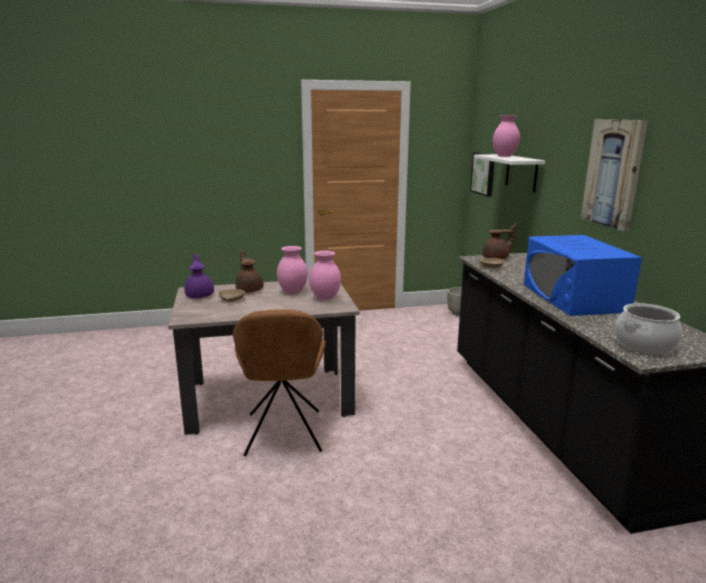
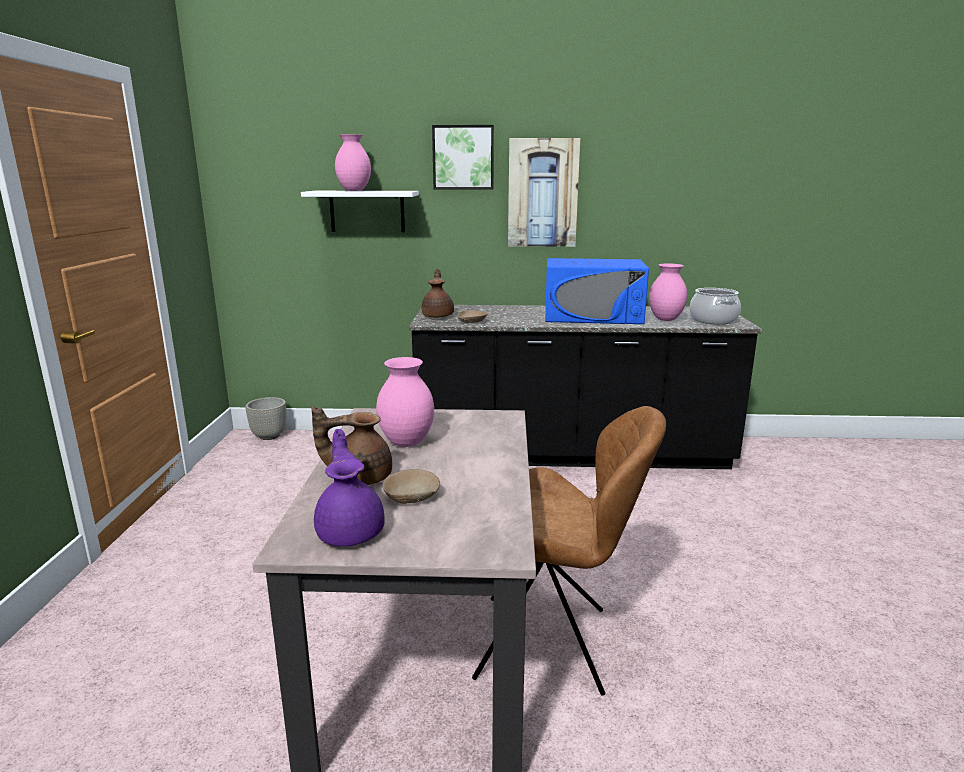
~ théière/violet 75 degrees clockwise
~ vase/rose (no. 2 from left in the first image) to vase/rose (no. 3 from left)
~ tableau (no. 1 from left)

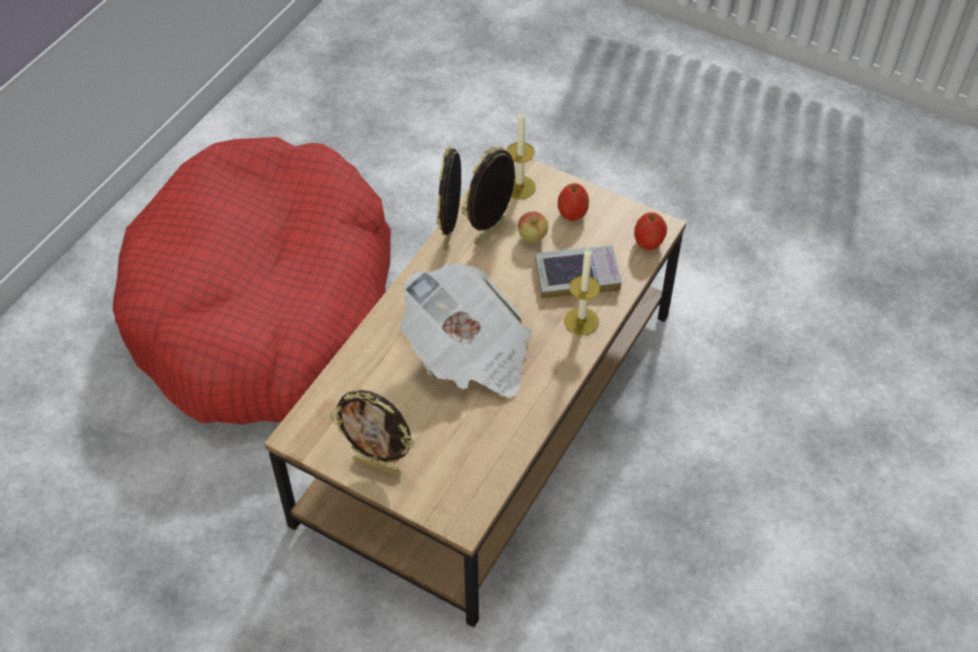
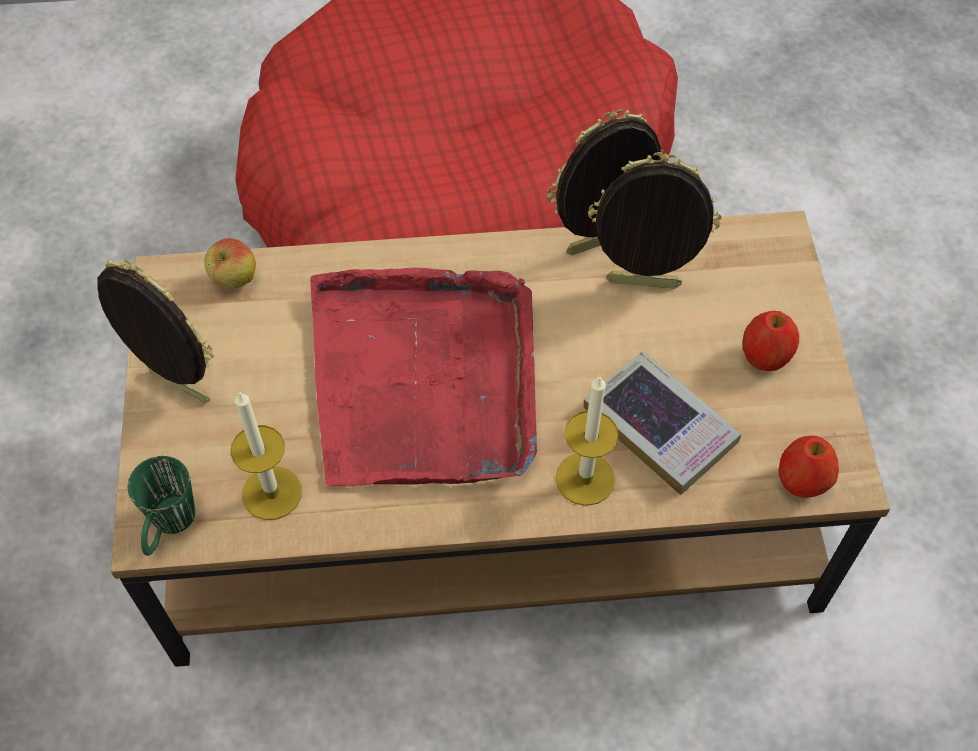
~ cadre photo (no. 1 from left) 135 degrees clockwise
~ journal to plateau/rouge
~ bougie (no. 1 from left)
~ pomme (no. 1 from left)
+ mug/vert

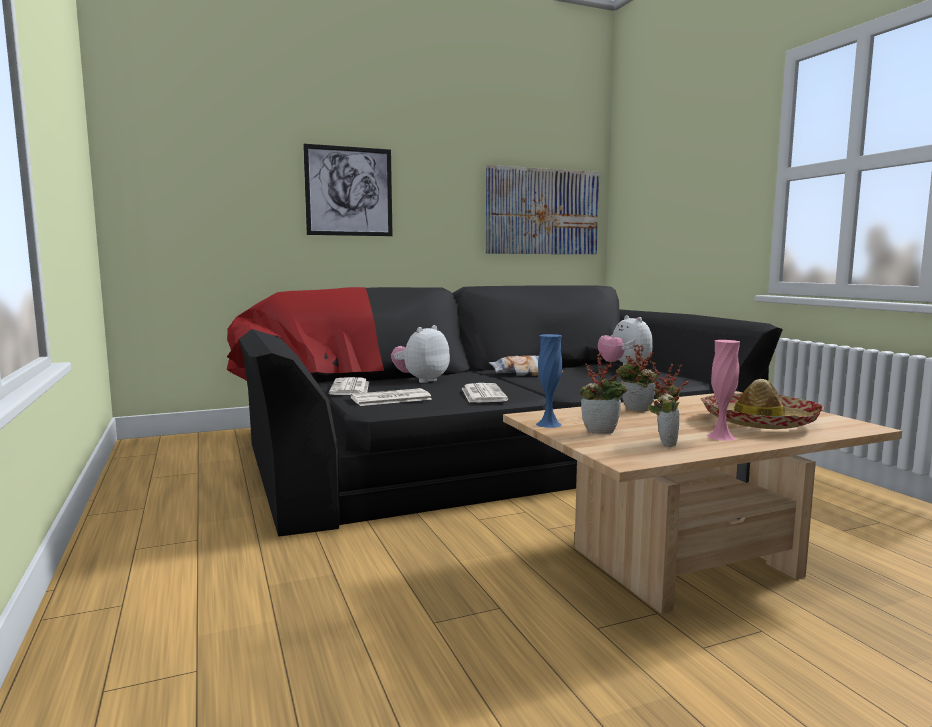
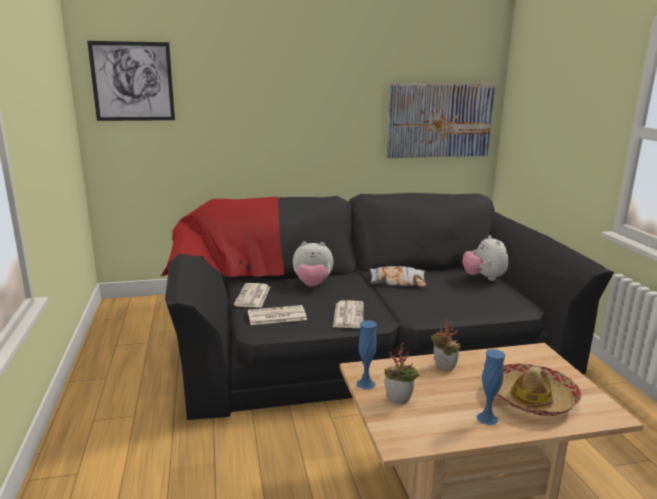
~ tableau (no. 1 from left)
~ peluche (no. 1 from left) 135 degrees counterclockwise
- plante en pot (no. 3 from left)
~ vase/rose to vase/bleu (no. 2 from left)

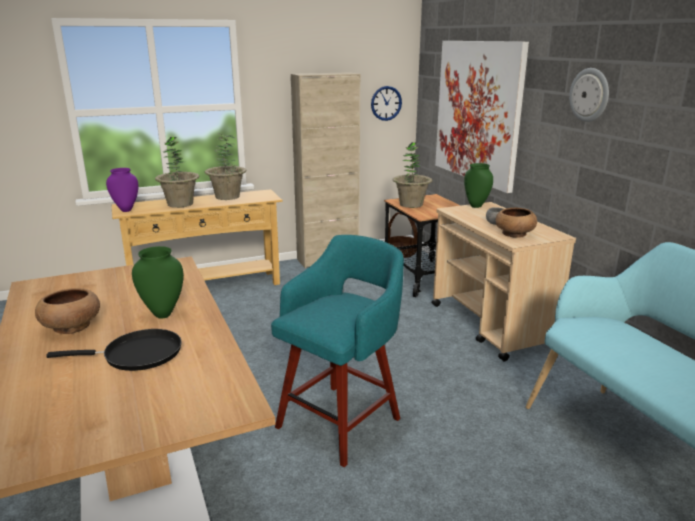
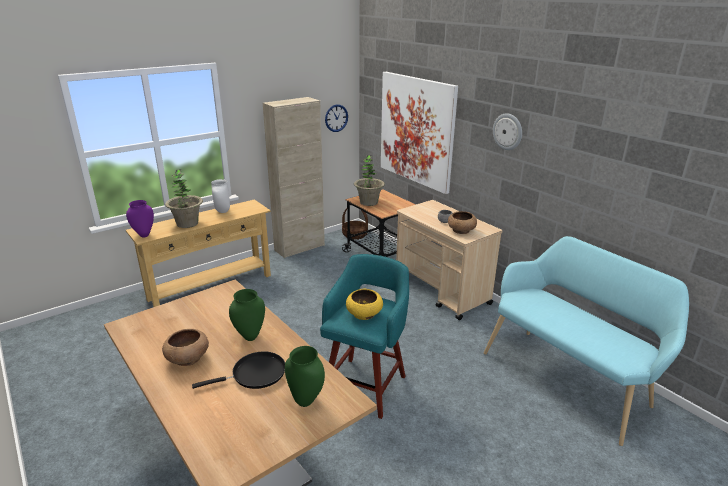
~ plante en pot (no. 2 from left) to vase/blanc
~ vase/vert (no. 2 from left)
+ bol/jaune

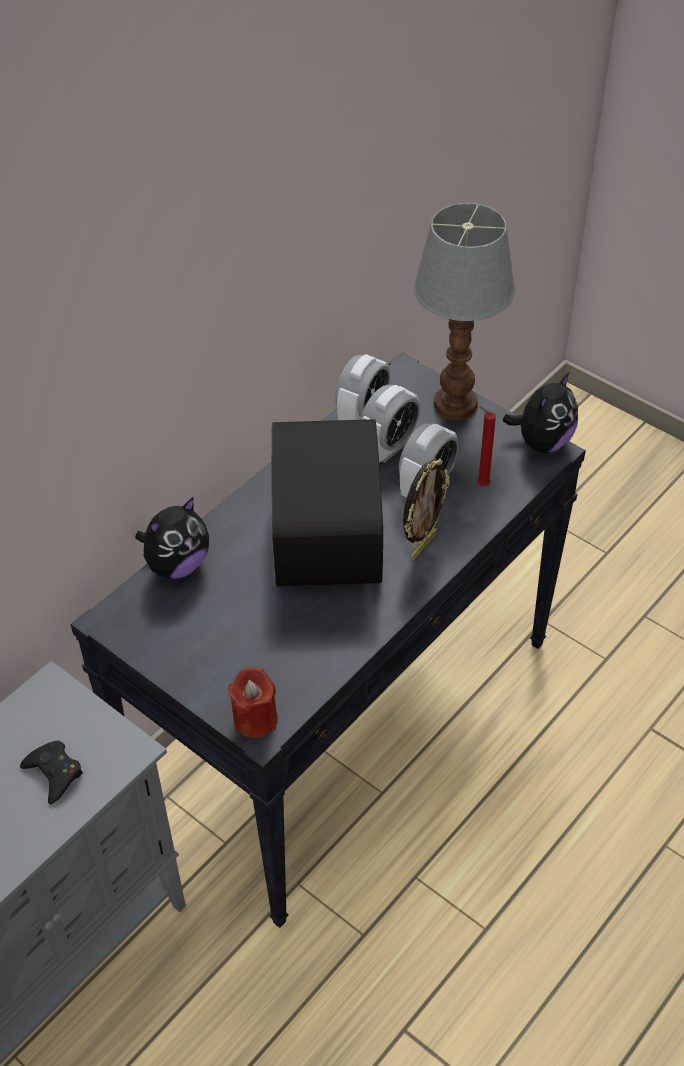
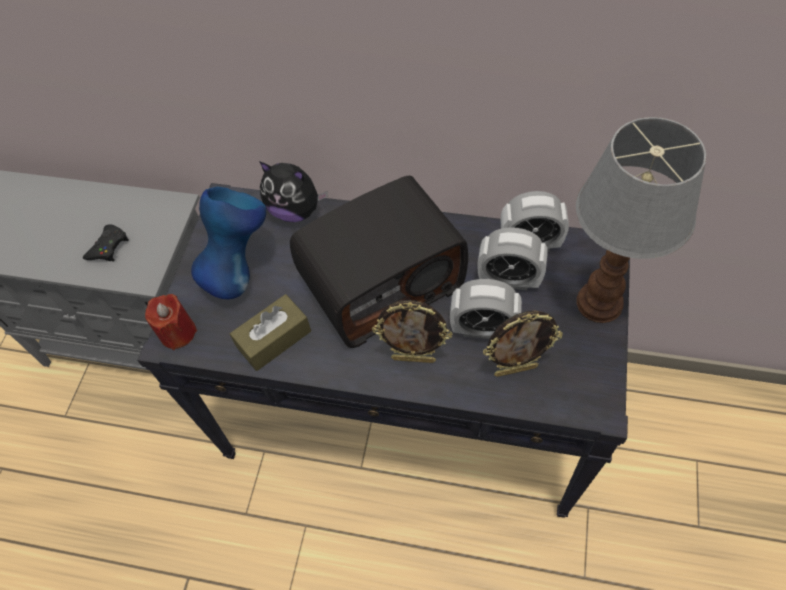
~ bougie/rouge (no. 2 from left) to cadre photo (no. 2 from left)
- peluche (no. 2 from left)
+ vase/bleu
+ boîte à mouchoirs/marron

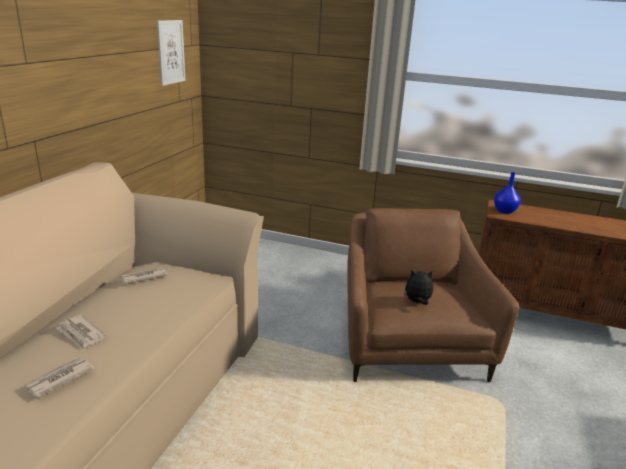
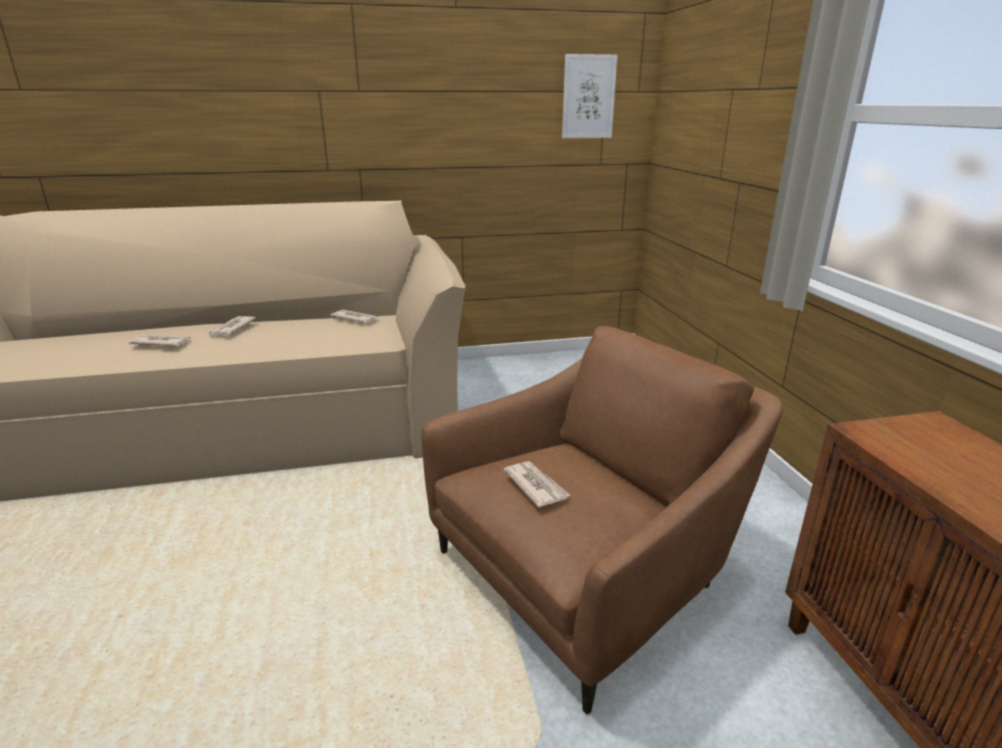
~ peluche to journal (no. 4 from left)
- vase/bleu

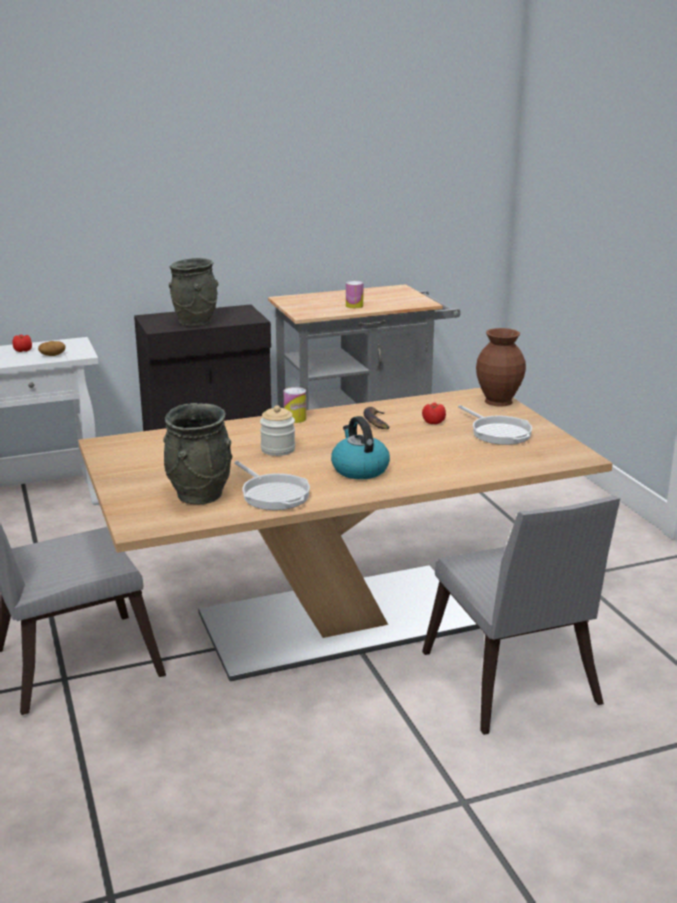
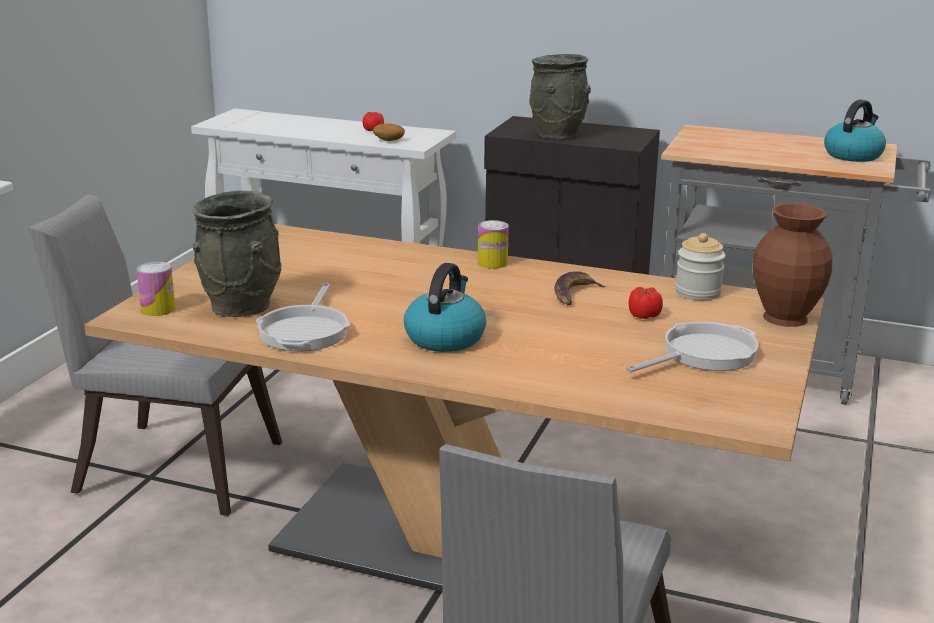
~ bocal
~ boîte métallique (no. 2 from left in the first image) to boîte métallique (no. 1 from left)
~ poêle (no. 2 from left) 135 degrees counterclockwise
+ bouilloire (no. 2 from left)

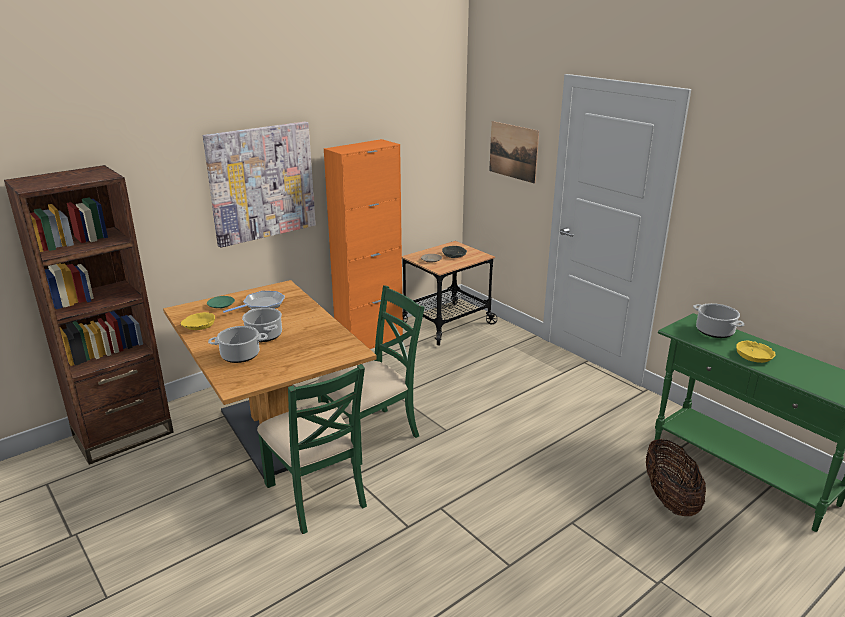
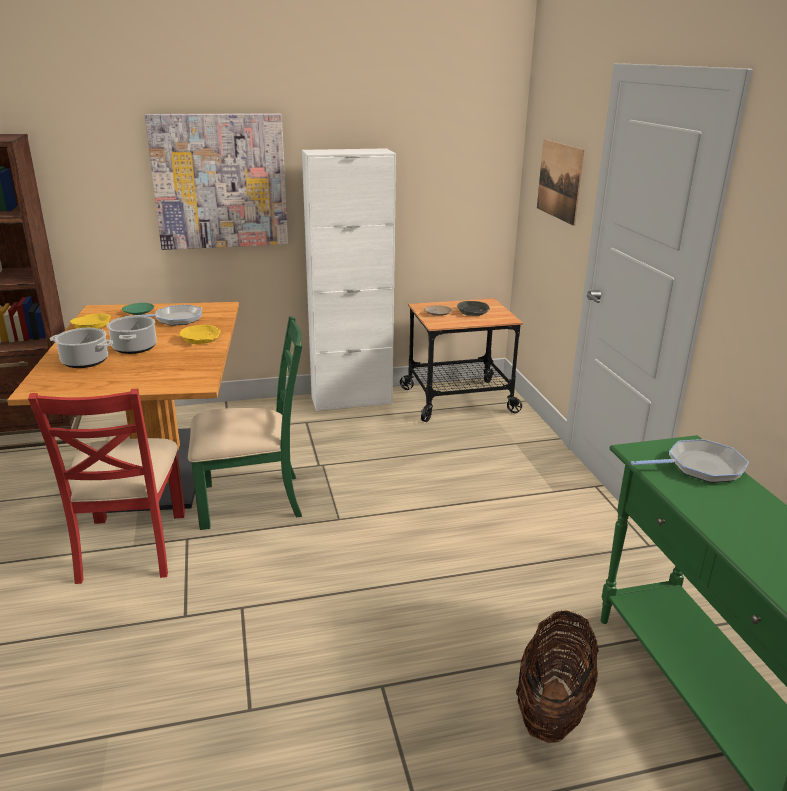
~ chaise/vert (no. 1 from left) to chaise/rouge
~ meuble de rangement/orange to meuble de rangement/blanc
~ marmite (no. 3 from left) to poêle (no. 2 from left)
~ bol/jaune (no. 2 from left)

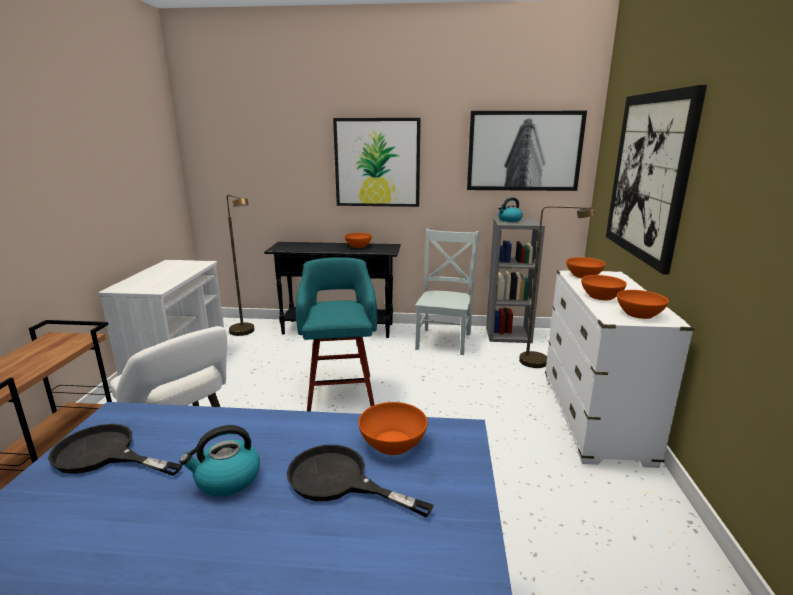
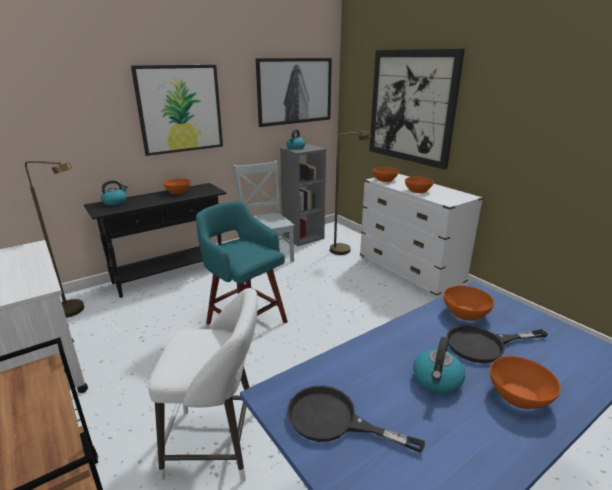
~ poêle/noir (no. 1 from left) 45 degrees clockwise
~ bol/orange (no. 5 from left)
+ bouilloire (no. 1 from left)

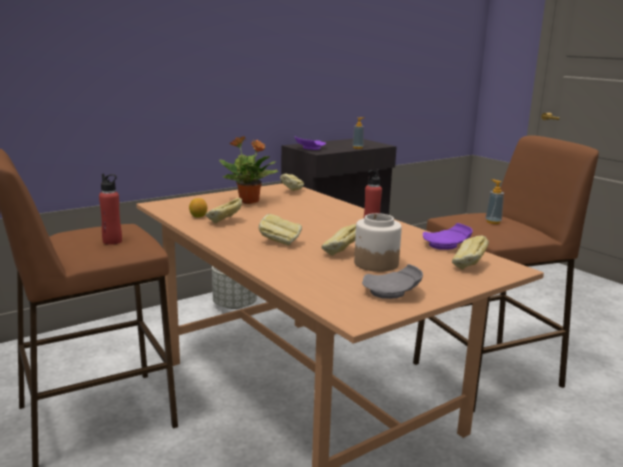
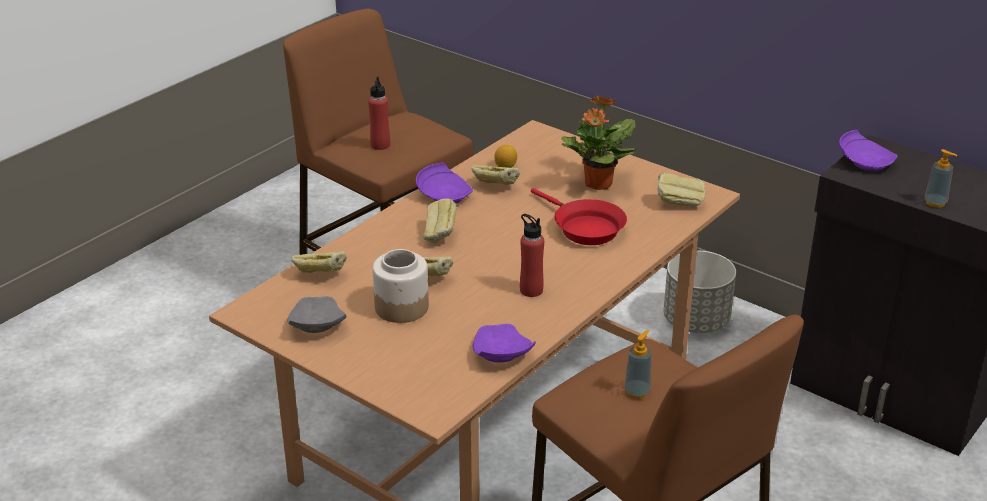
~ pain (no. 5 from left in the first image) to pain (no. 1 from left)
+ assiette/violet (no. 1 from left)
+ poêle/rouge

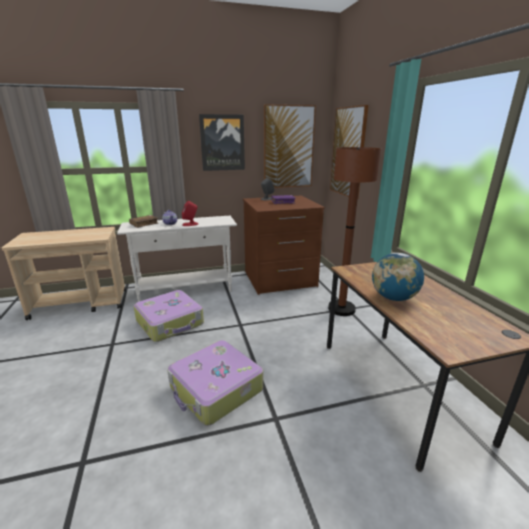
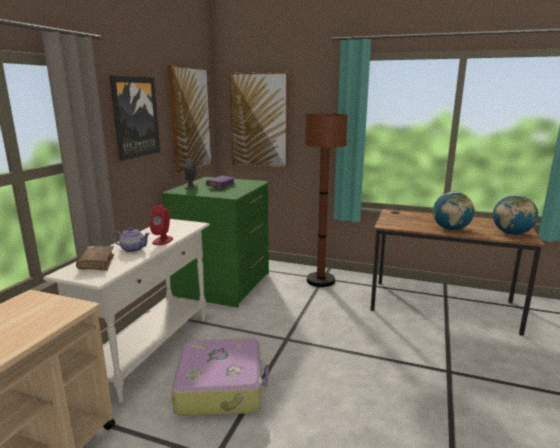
- valise (no. 2 from left)
~ commode/marron to commode/vert
+ globe (no. 2 from left)

